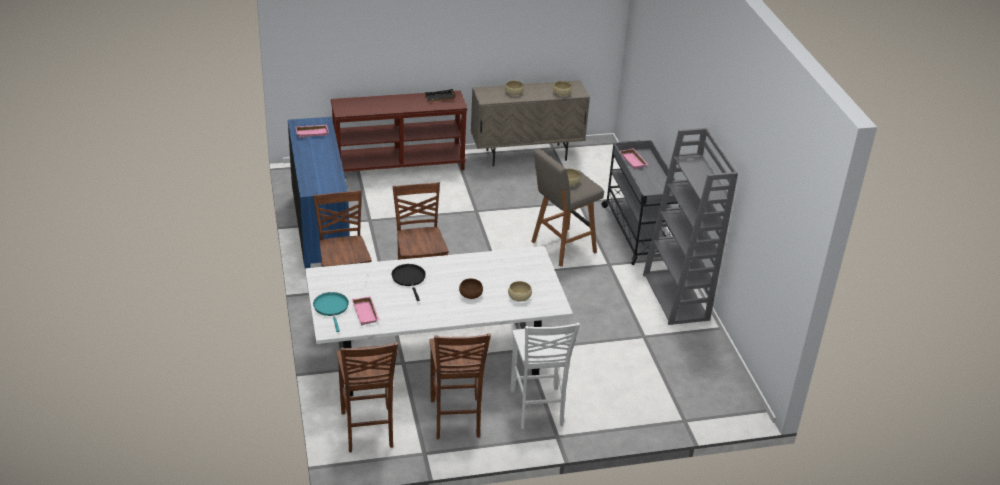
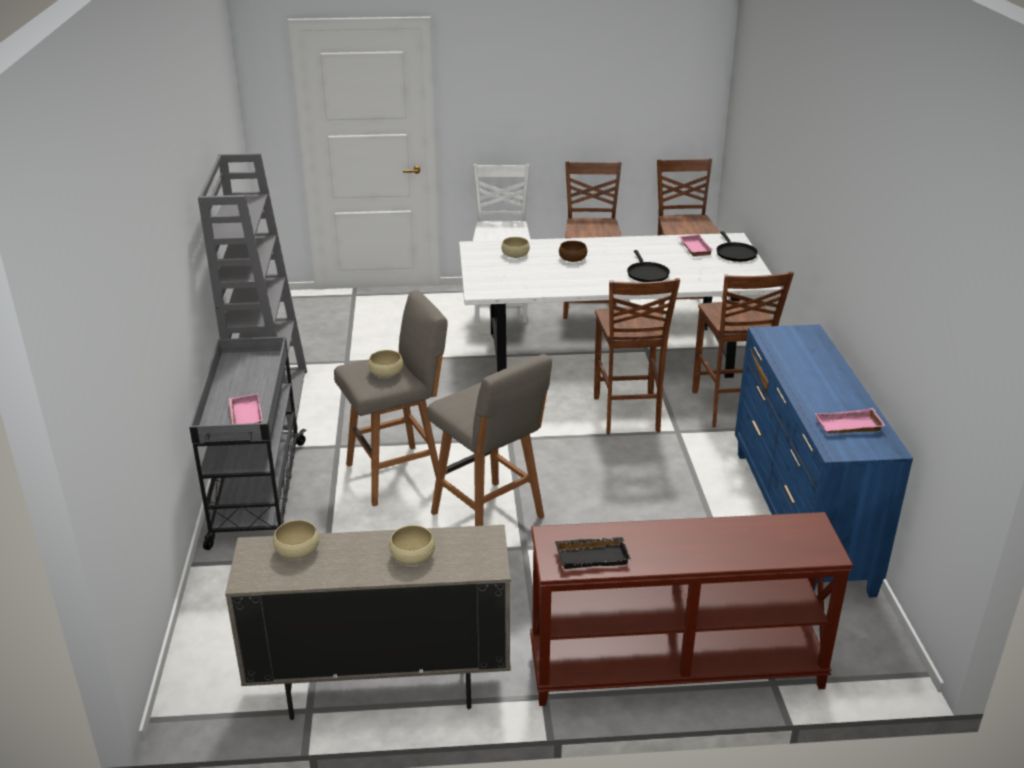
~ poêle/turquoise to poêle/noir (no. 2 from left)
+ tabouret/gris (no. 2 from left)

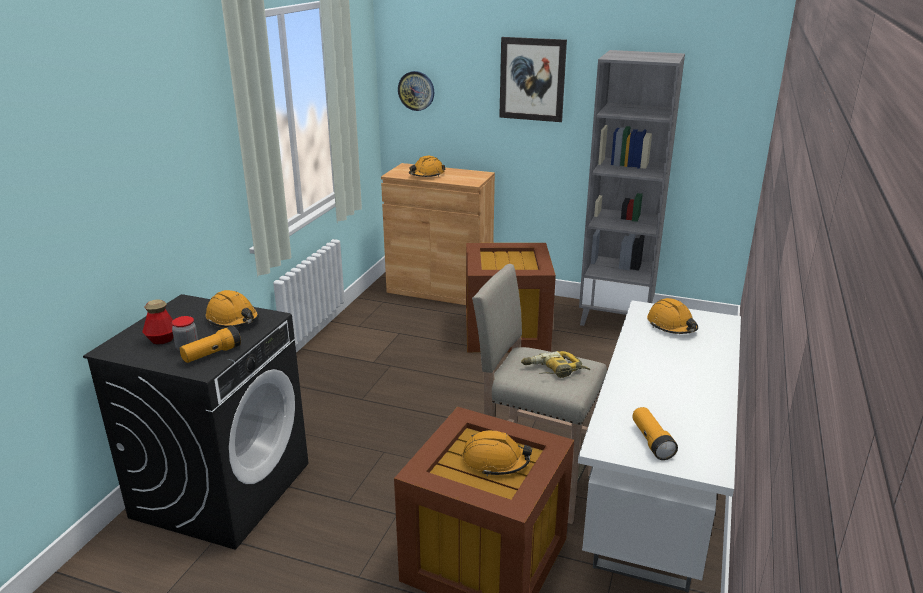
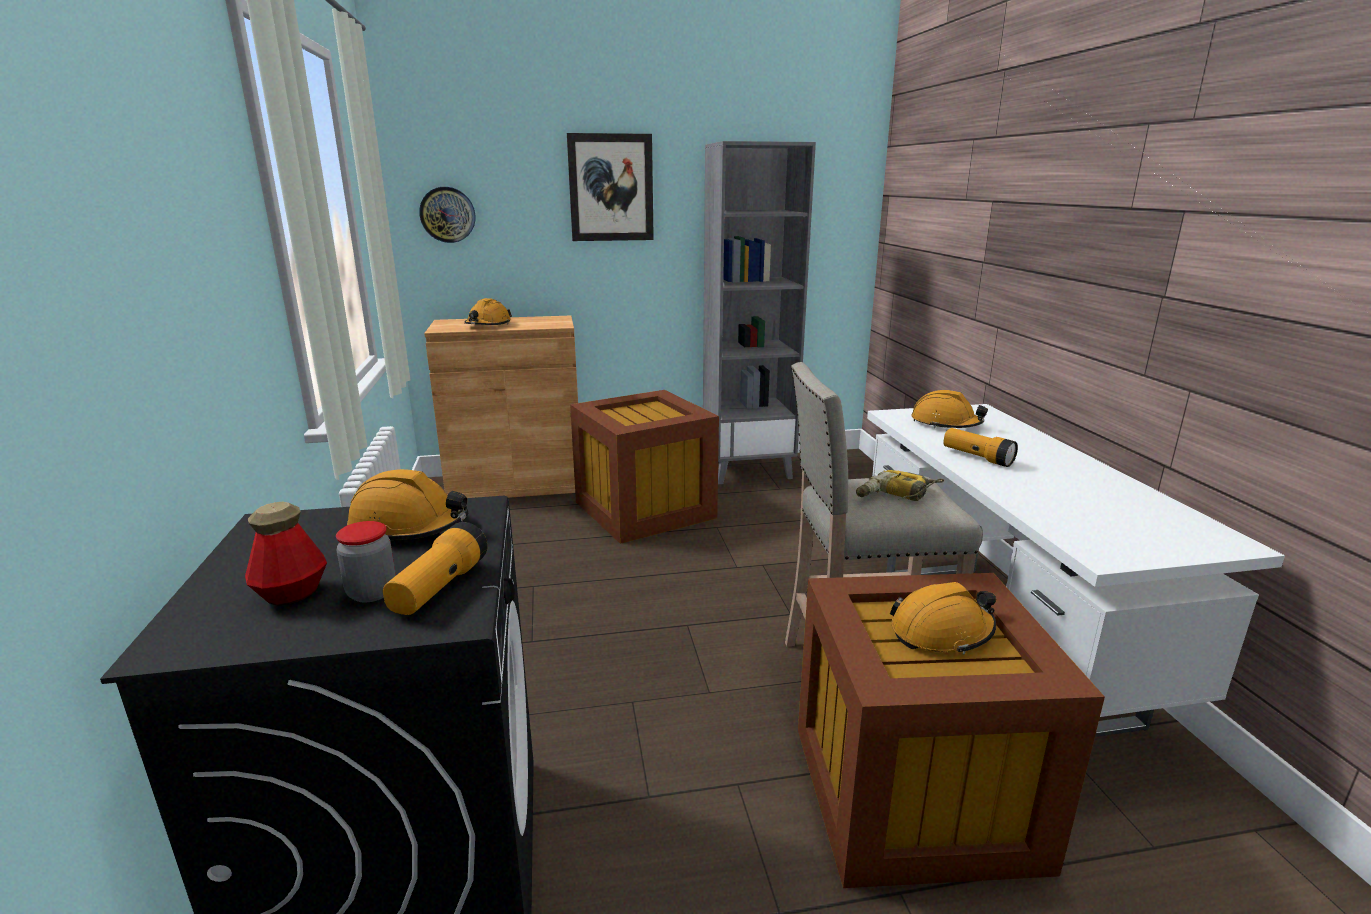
~ lampe de poche (no. 2 from left)

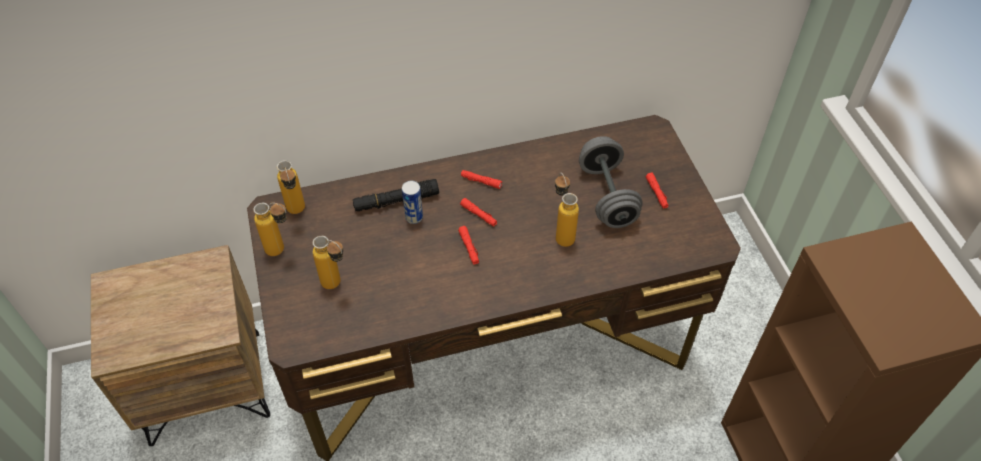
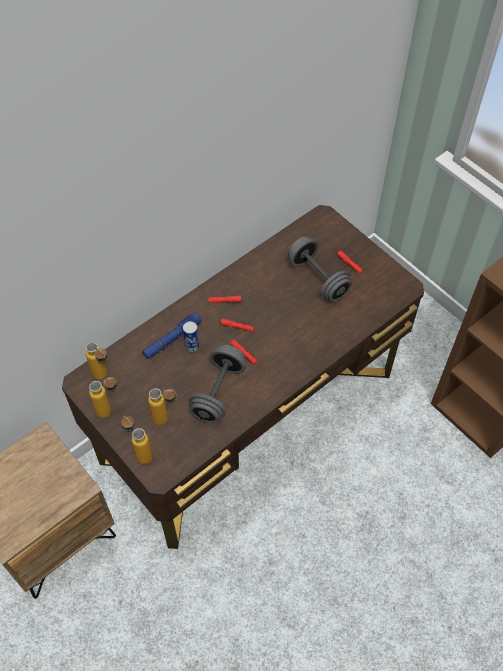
~ lampe de poche/noir to lampe de poche/bleu
~ bouteille (no. 4 from left in the first image) to bouteille (no. 3 from left)
+ haltère/gris (no. 1 from left)

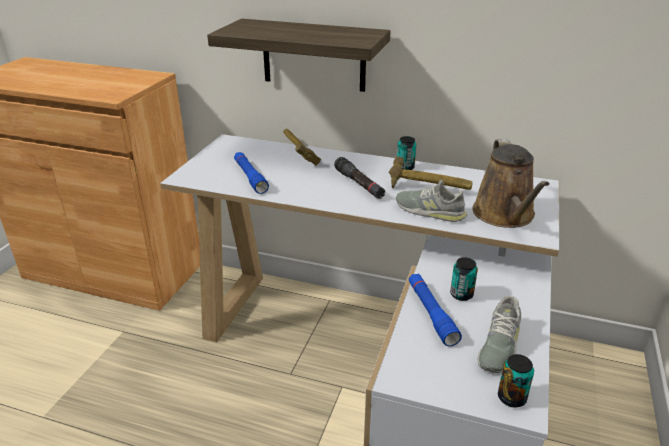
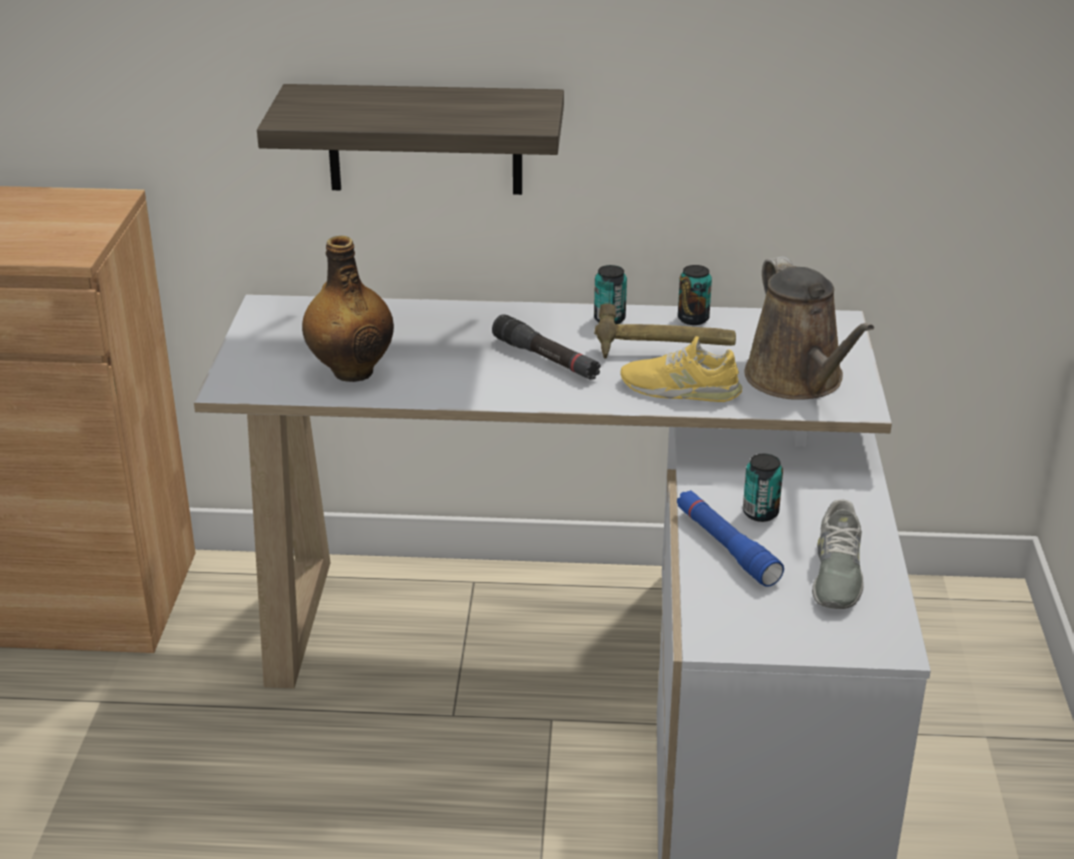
~ lampe de poche/bleu (no. 1 from left) to bouteille
- marteau (no. 1 from left)
~ chaussure/gris (no. 1 from left) to chaussure/jaune
~ boîte métallique (no. 3 from left in the first image) to boîte métallique (no. 2 from left)

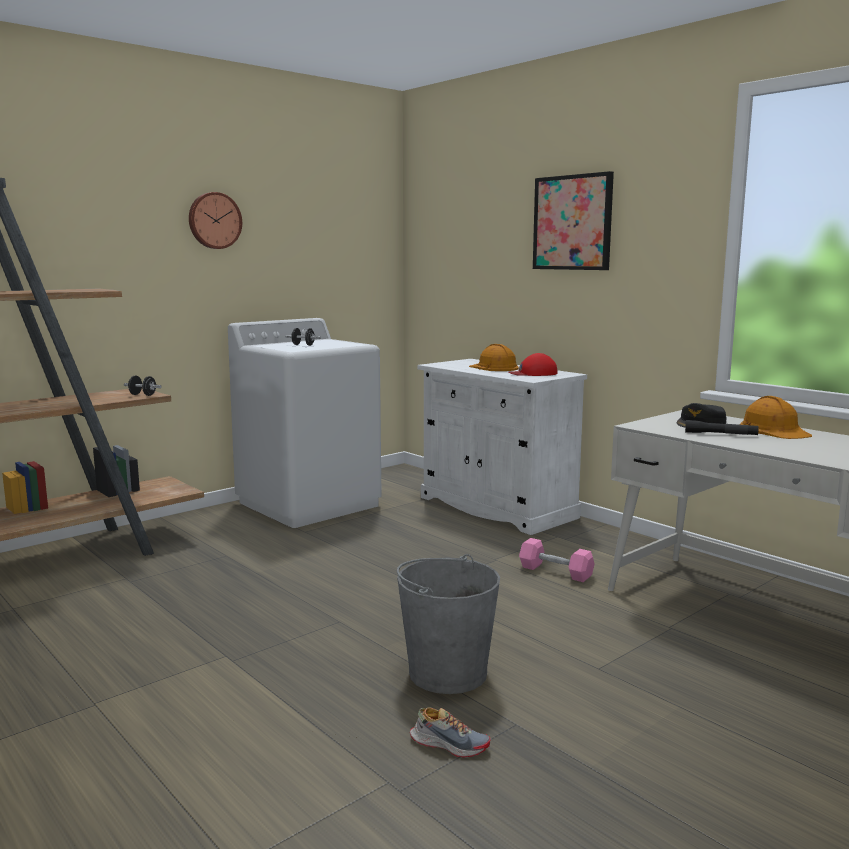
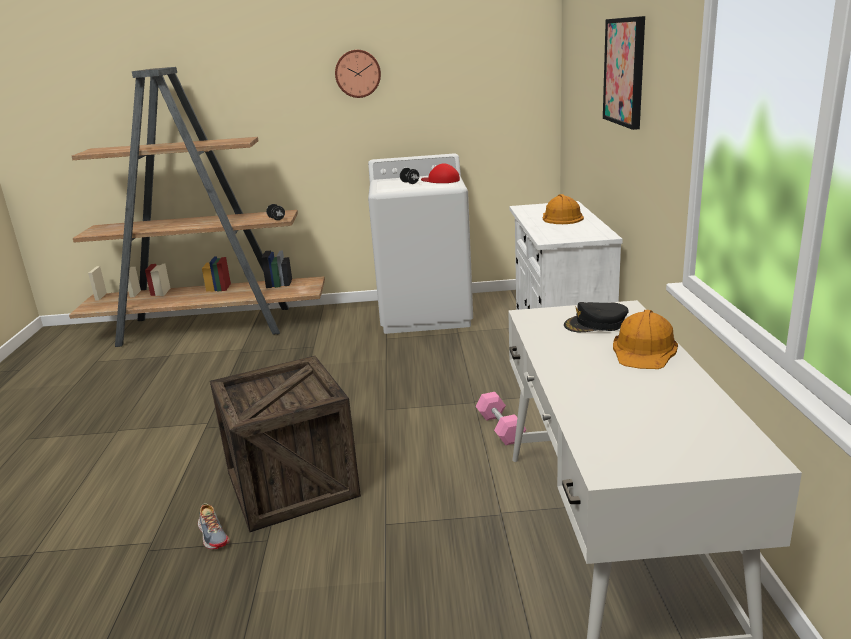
~ seau/gris to caisse
~ casquette/rouge
- lampe de poche/noir

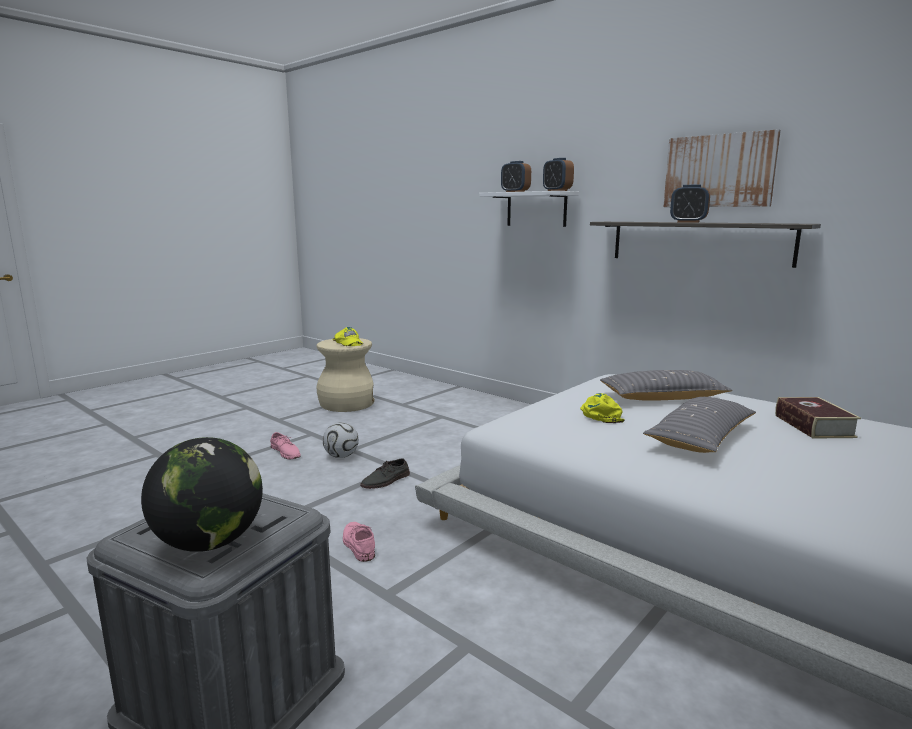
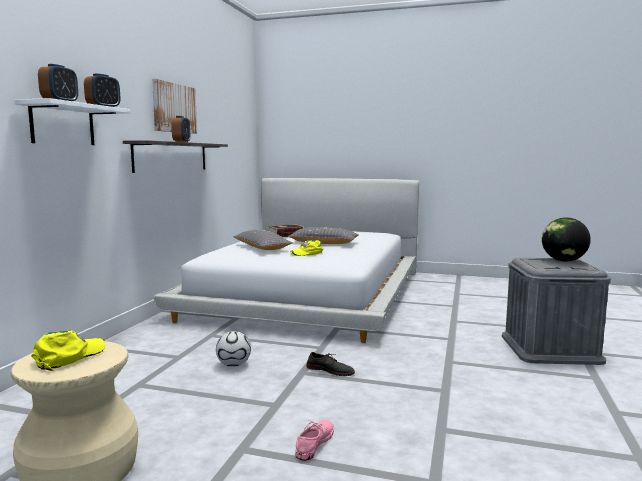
~ ballon de foot
- chaussure/rose (no. 2 from left)

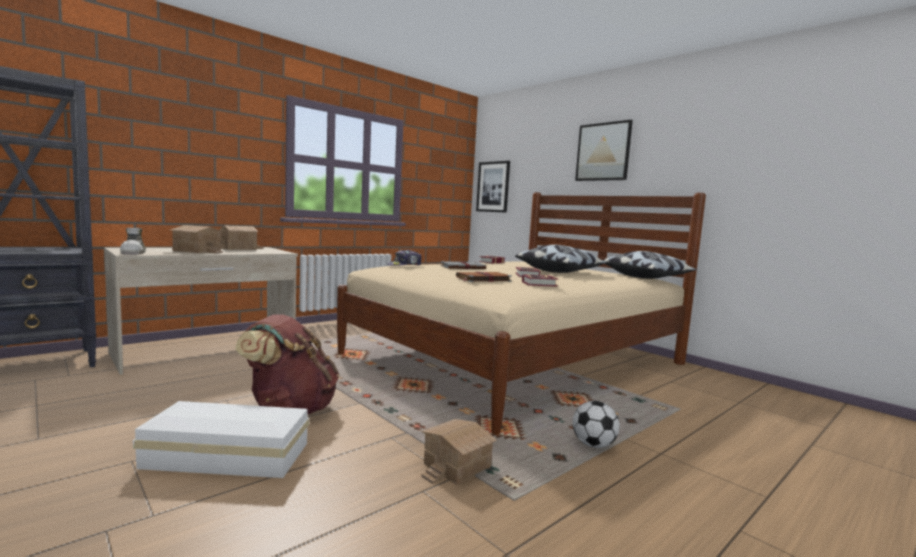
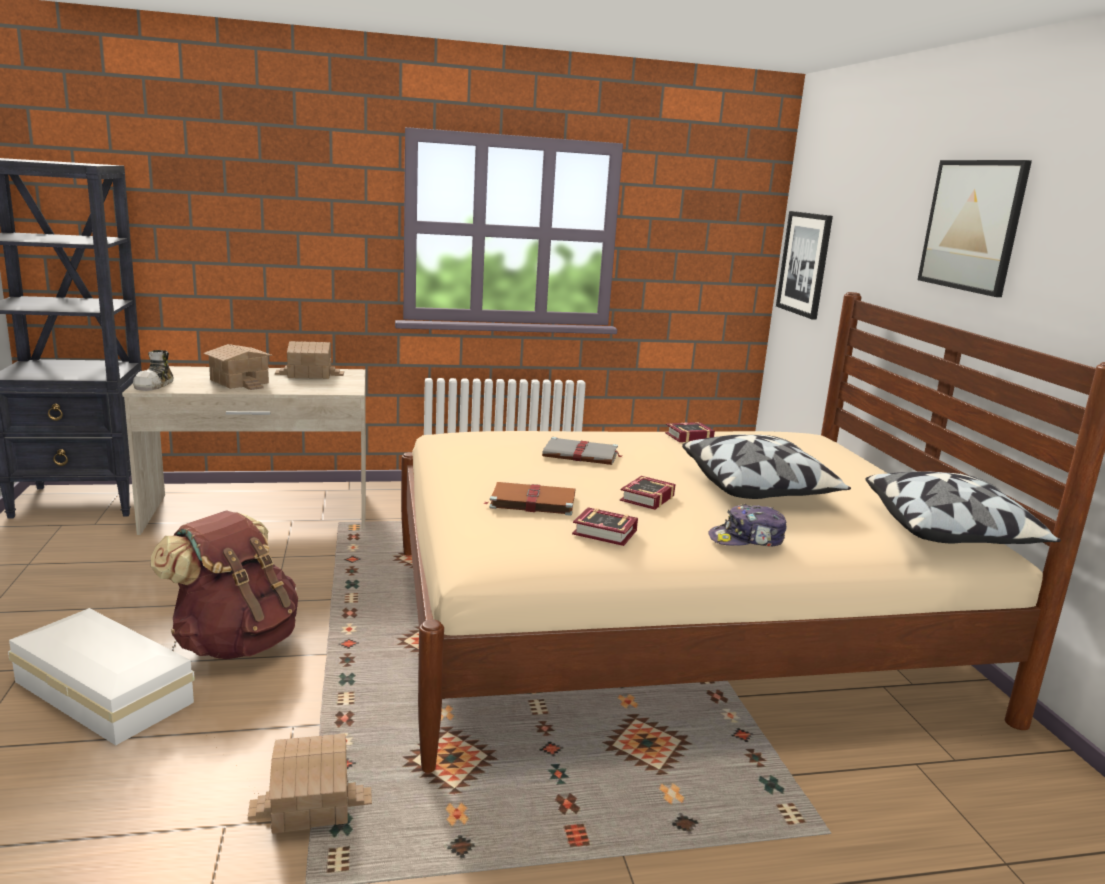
~ casquette
- ballon de foot

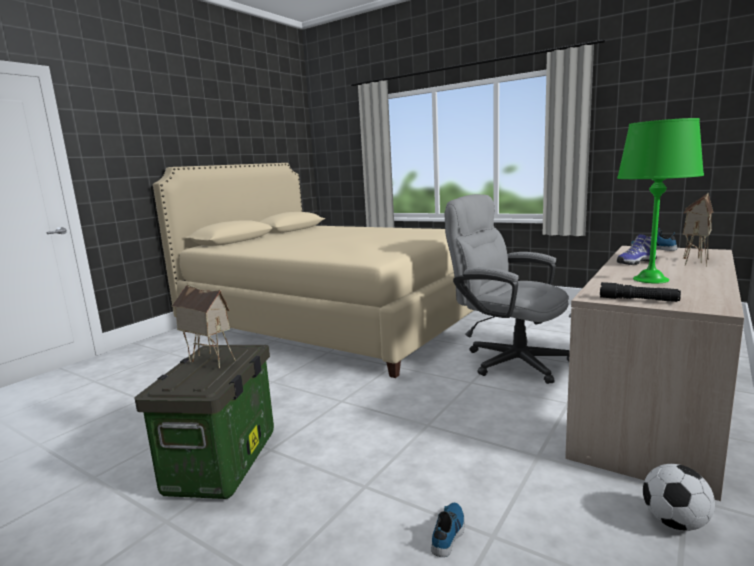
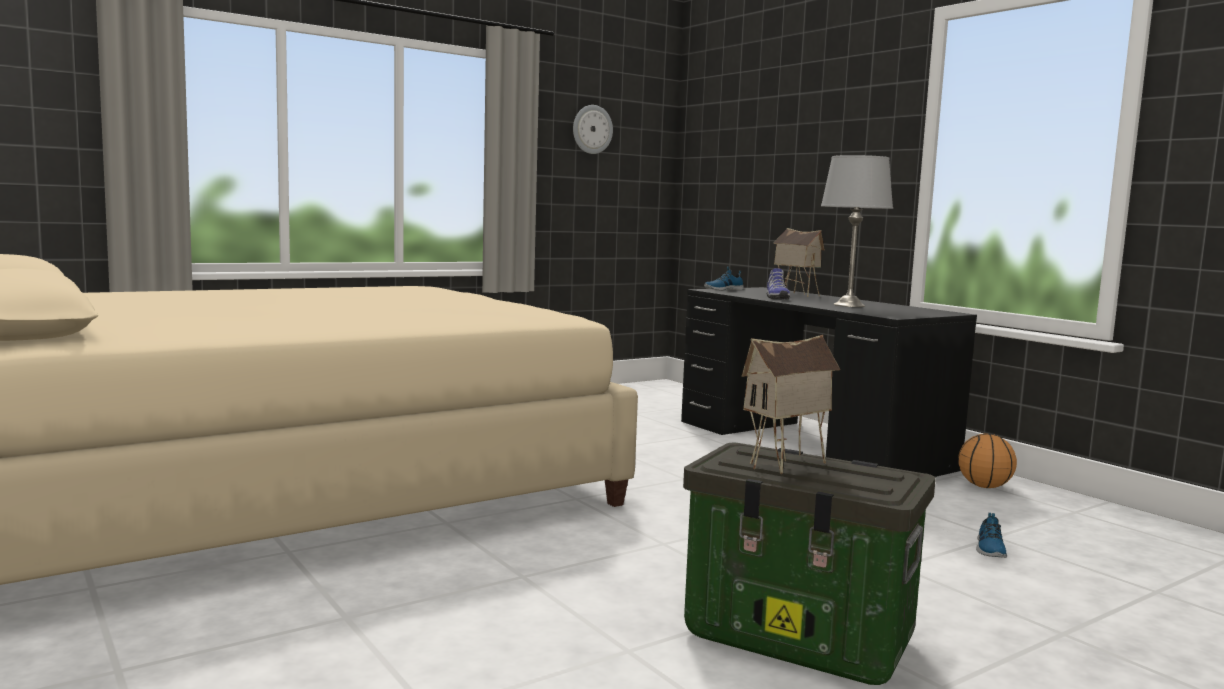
~ chaussure (no. 1 from left in the first image) 120 degrees counterclockwise
- chaise de bureau/gris
~ bureau/beige to bureau/noir
- lampe de poche/noir
~ lampe de table/vert to lampe de table/gris
~ ballon de foot to ballon de basket
+ horloge murale

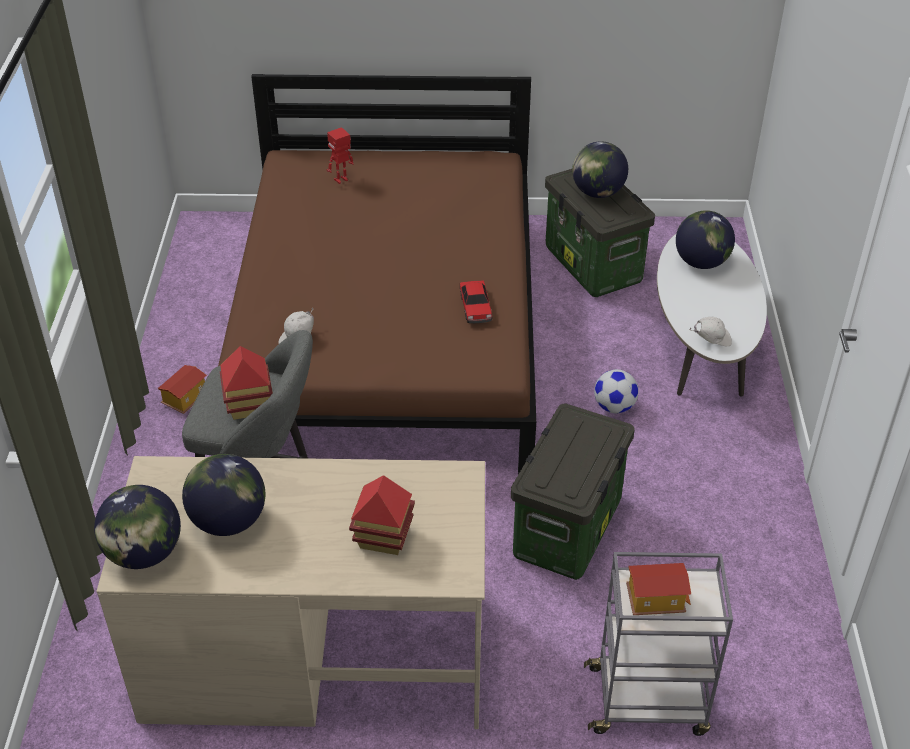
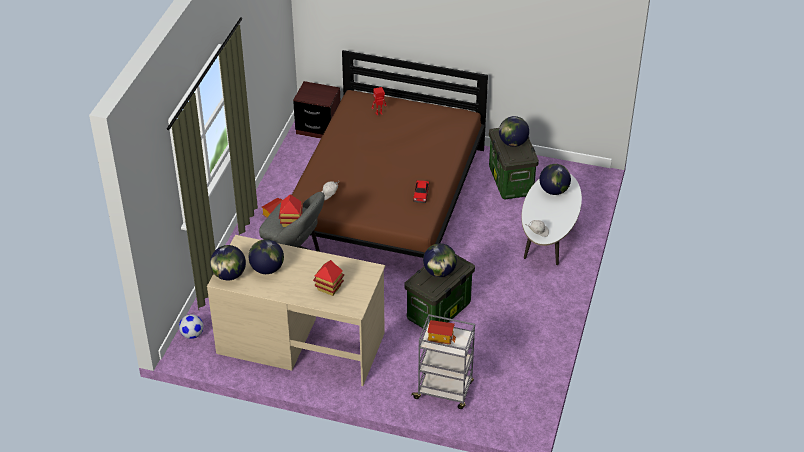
~ ballon de foot
+ table de chevet/marron
+ globe (no. 3 from left)

